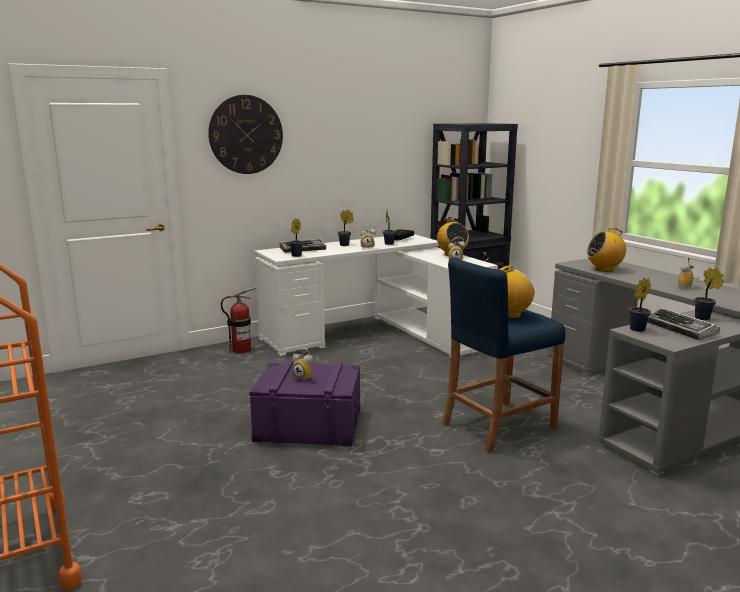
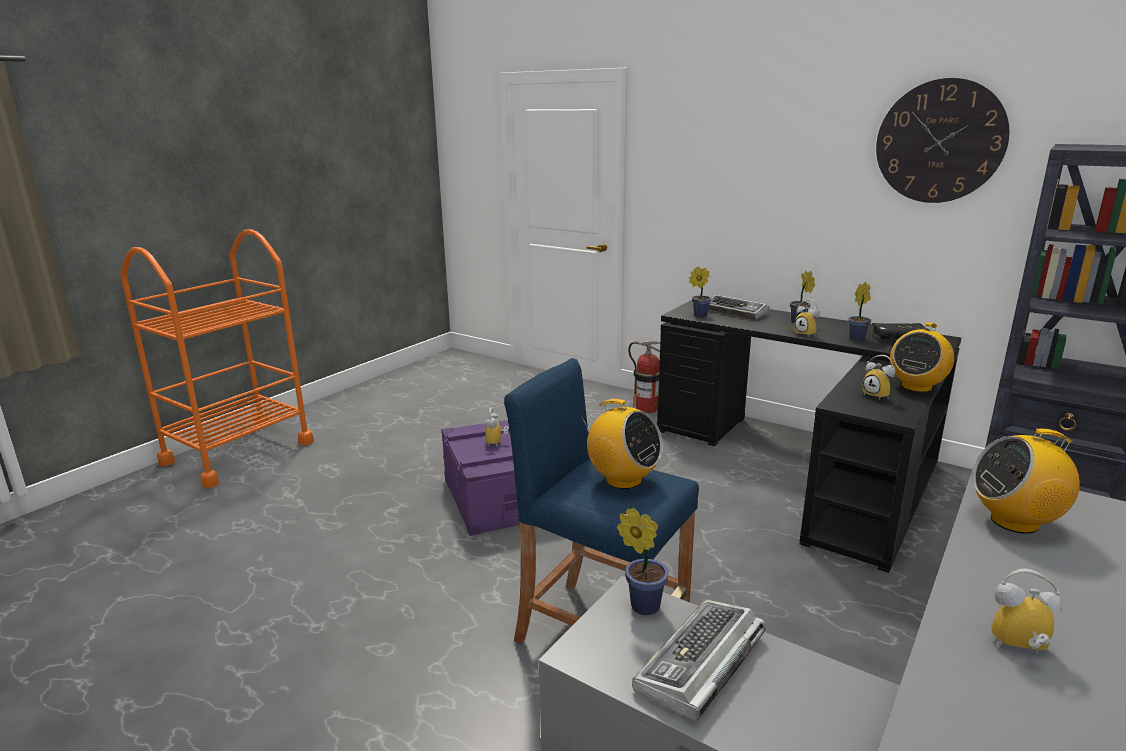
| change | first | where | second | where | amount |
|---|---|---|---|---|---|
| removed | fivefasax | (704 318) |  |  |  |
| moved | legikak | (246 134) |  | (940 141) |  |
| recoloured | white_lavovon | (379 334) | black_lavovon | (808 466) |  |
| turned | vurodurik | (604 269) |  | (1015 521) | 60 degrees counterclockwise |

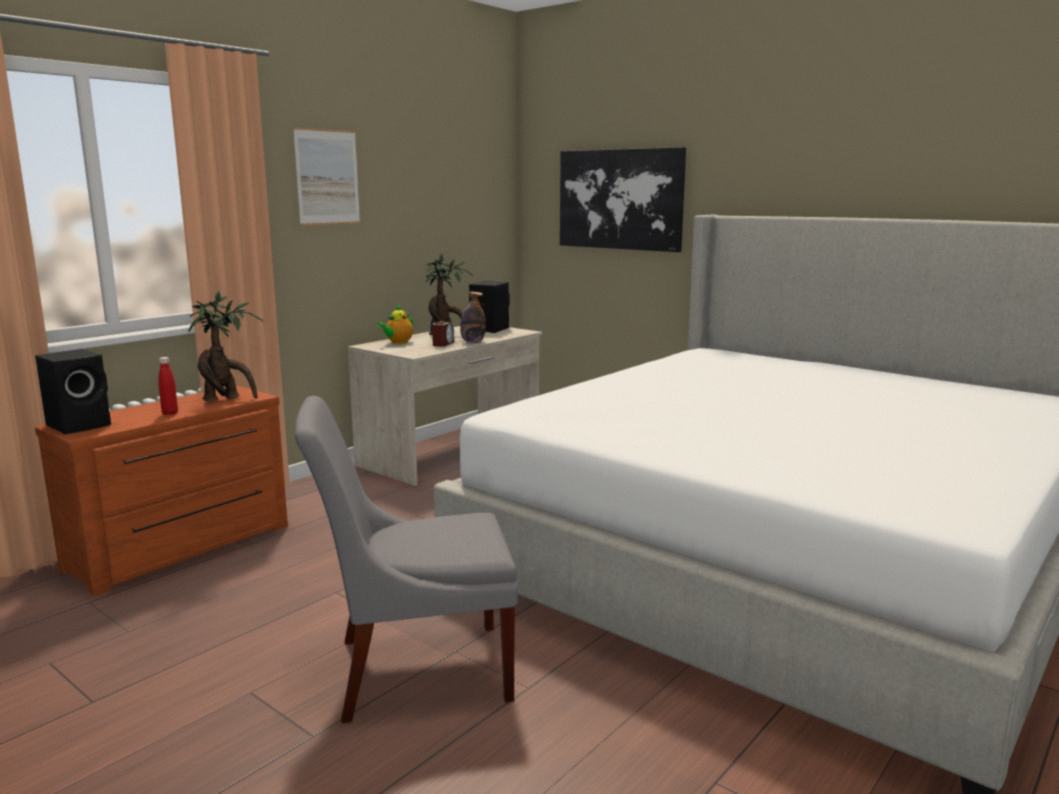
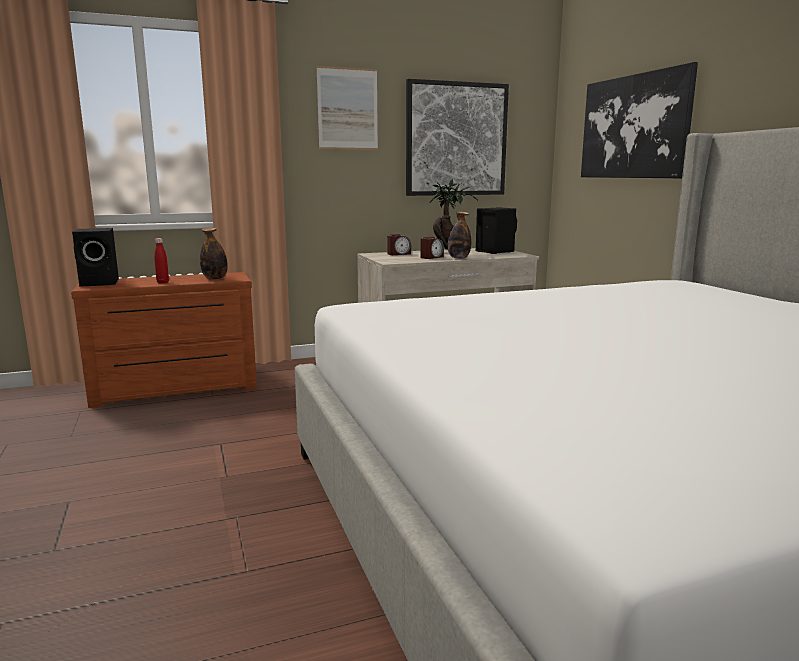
| change | first | where | second | where | amount |
|---|---|---|---|---|---|
| removed | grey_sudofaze | (413 669) |  |  |  |
| added |  |  | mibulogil | (456 139) |  |
| replaced | fivefasax | (226 399) | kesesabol | (215 278) |  |
| replaced | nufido | (398 342) | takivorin | (398 254) |  |

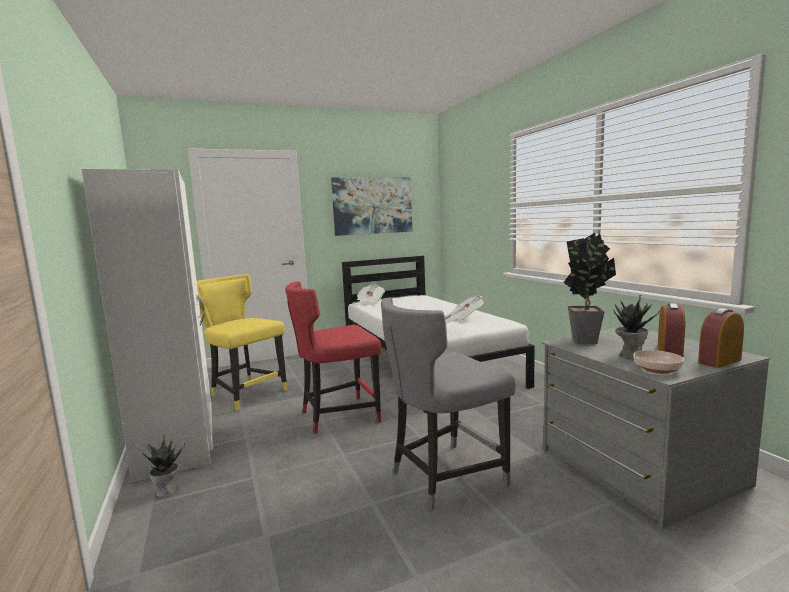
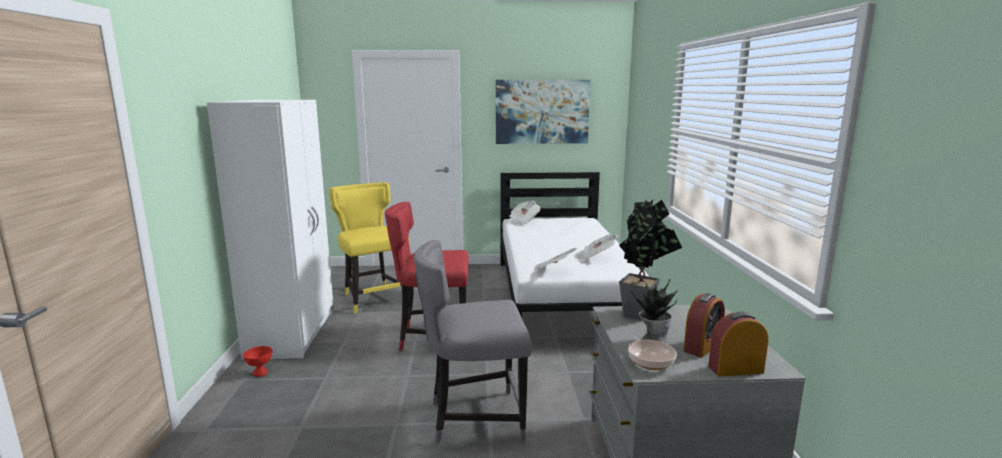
| change | first | where | second | where | amount |
|---|---|---|---|---|---|
| replaced | fivefasax | (167 491) | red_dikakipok | (260 373) |  |

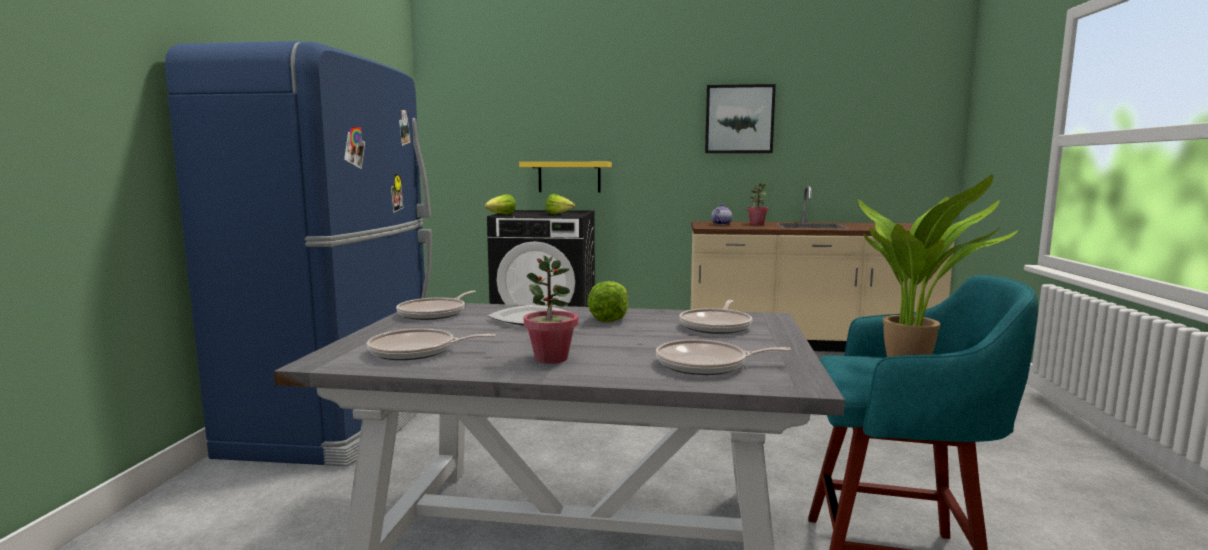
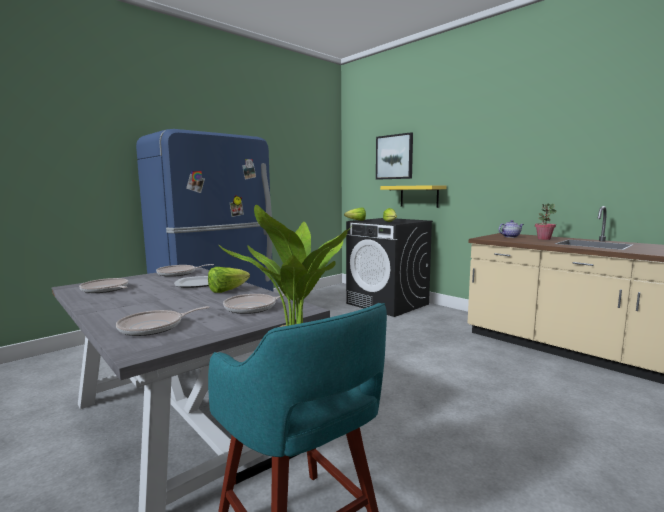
| change | first | where | second | where | amount |
|---|---|---|---|---|---|
| removed | fivefasax | (551 359) |  |  |  |
| moved | mibulogil | (739 119) |  | (394 157) |  |
| turned | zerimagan | (706 365) |  | (154 327) | 75 degrees counterclockwise |

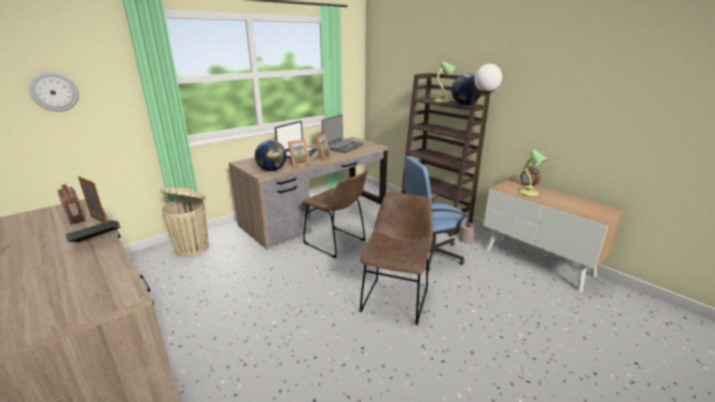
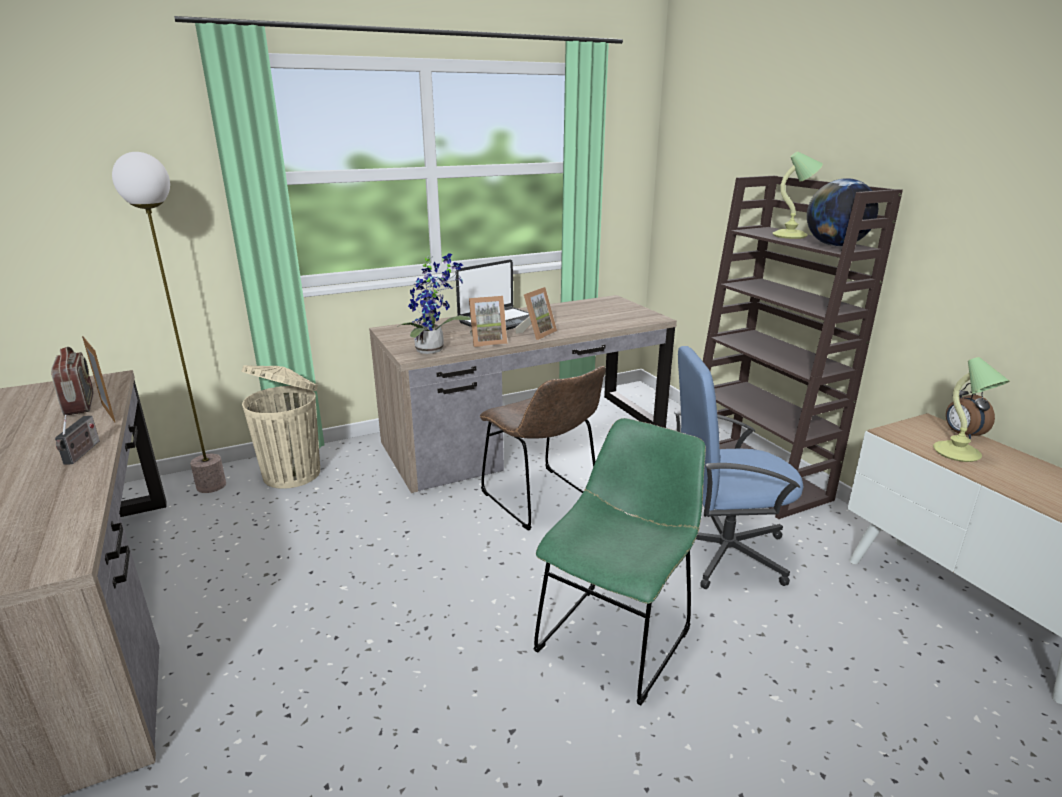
| change | first | where | second | where | amount |
|---|---|---|---|---|---|
| removed | legikak | (54 92) |  |  |  |
| removed | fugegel | (343 146) |  |  |  |
| moved | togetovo | (466 239) |  | (211 485) |  |
| replaced | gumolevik | (98 242) | vurodurik | (81 453) |  |
| replaced | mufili | (272 170) | fivefasax | (433 350) |  |
| recoloured | brown_sudofaze | (396 298) | green_sudofaze | (617 635) |  |

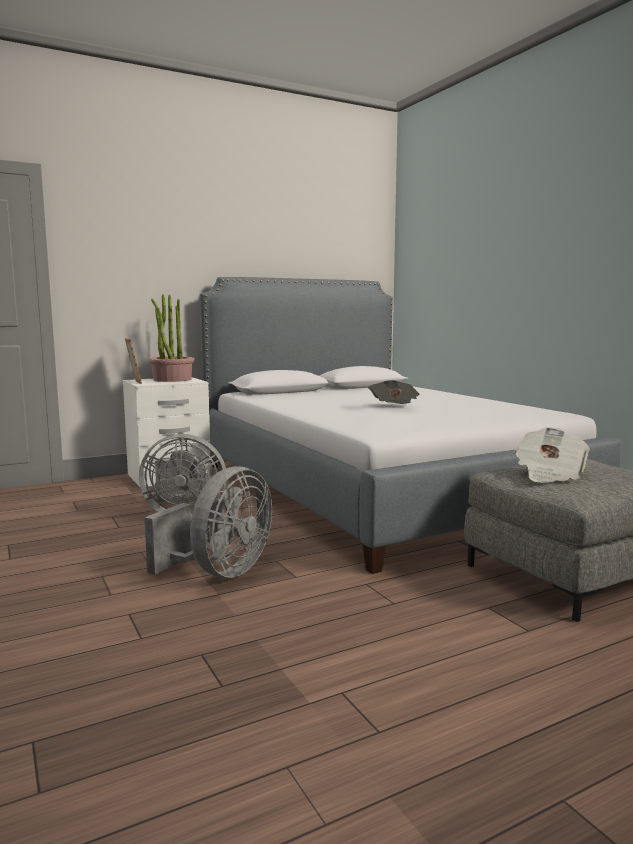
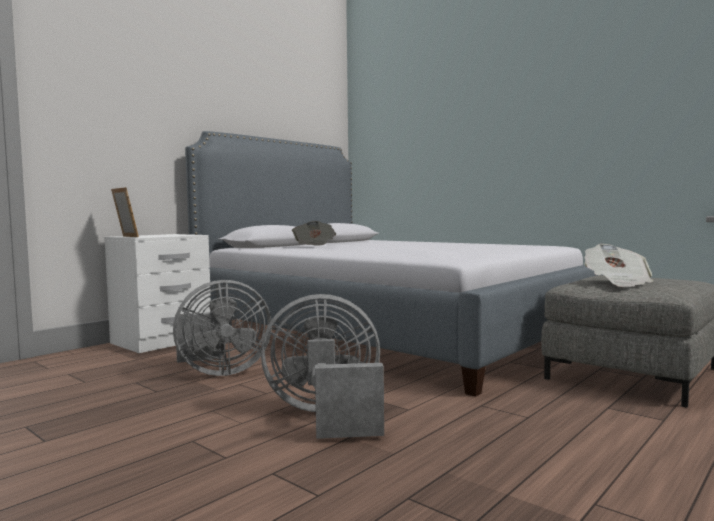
| change | first | where | second | where | amount |
|---|---|---|---|---|---|
| removed | fivefasax | (172 379) |  |  |  |
| moved | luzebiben | (394 407) |  | (314 246) |  |
| turned | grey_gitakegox | (220 572) |  | (326 416) | 105 degrees counterclockwise |

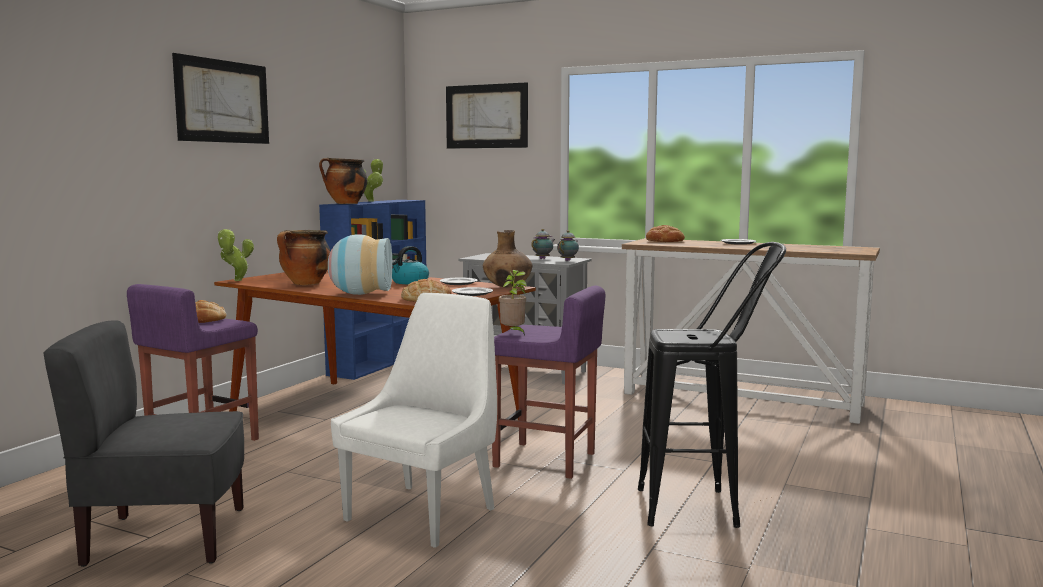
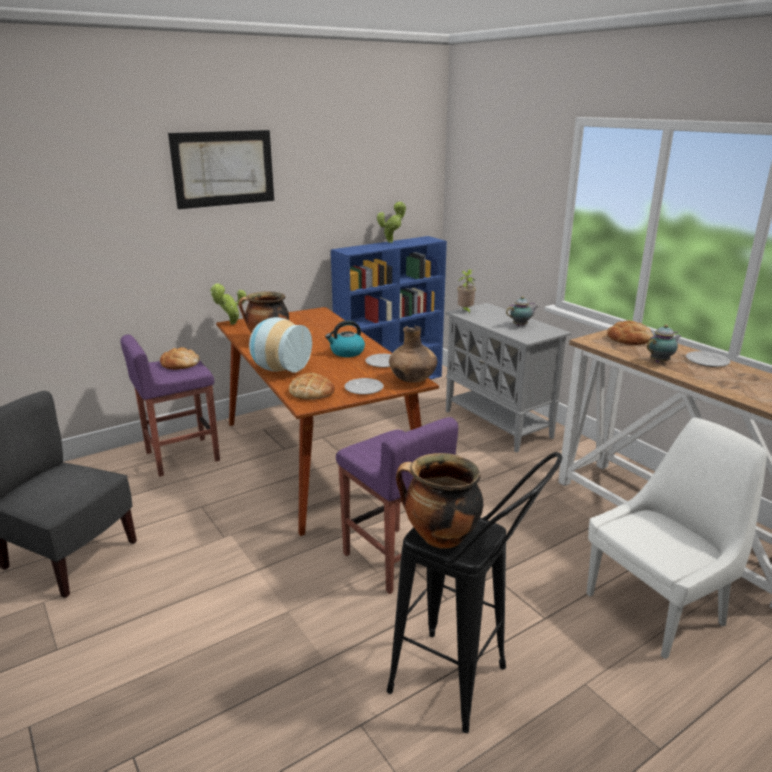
| change | first | where | second | where | amount |
|---|---|---|---|---|---|
| removed | mibulogil | (486 116) |  |  |  |
| moved | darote | (345 203) |  | (439 538) |  |
| moved | white_sudofaze | (424 512) |  | (658 607) |  |
| moved | fivefasax | (513 333) |  | (465 311) |  |
| moved | nufido | (568 260) |  | (660 361) |  |

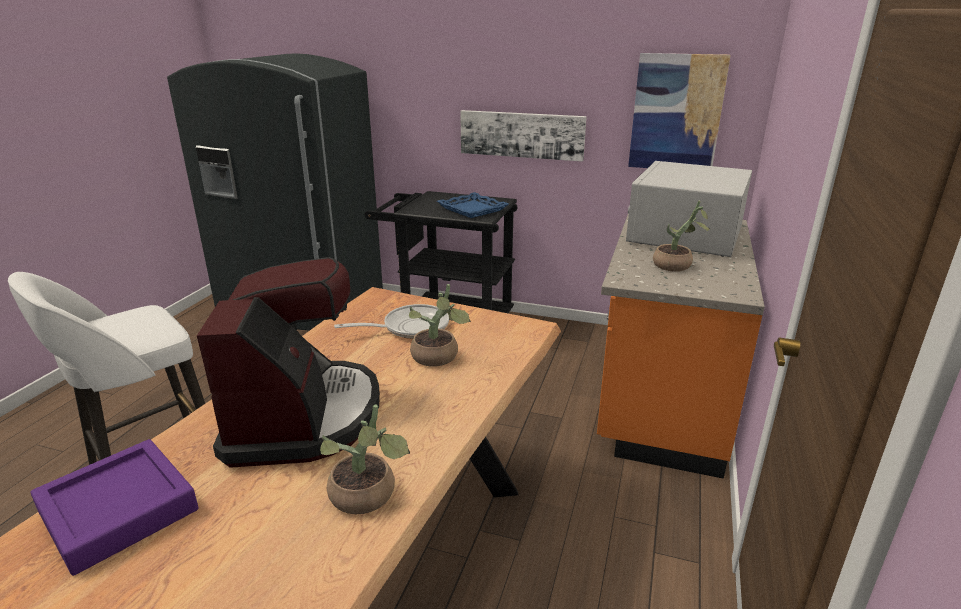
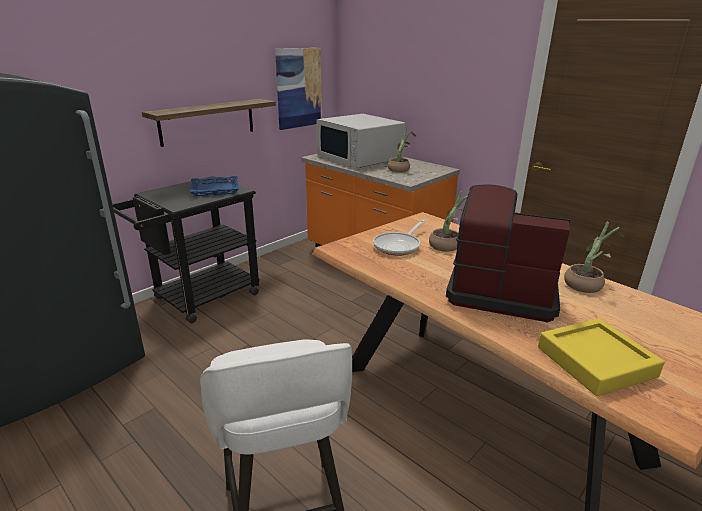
| change | first | where | second | where | amount |
|---|---|---|---|---|---|
| replaced | mibulogil | (522 134) | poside | (207 121) |  |
| recoloured | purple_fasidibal | (119 511) | yellow_fasidibal | (595 362) |  |
| turned | zerimagan | (410 327) |  | (399 246) | 150 degrees counterclockwise |

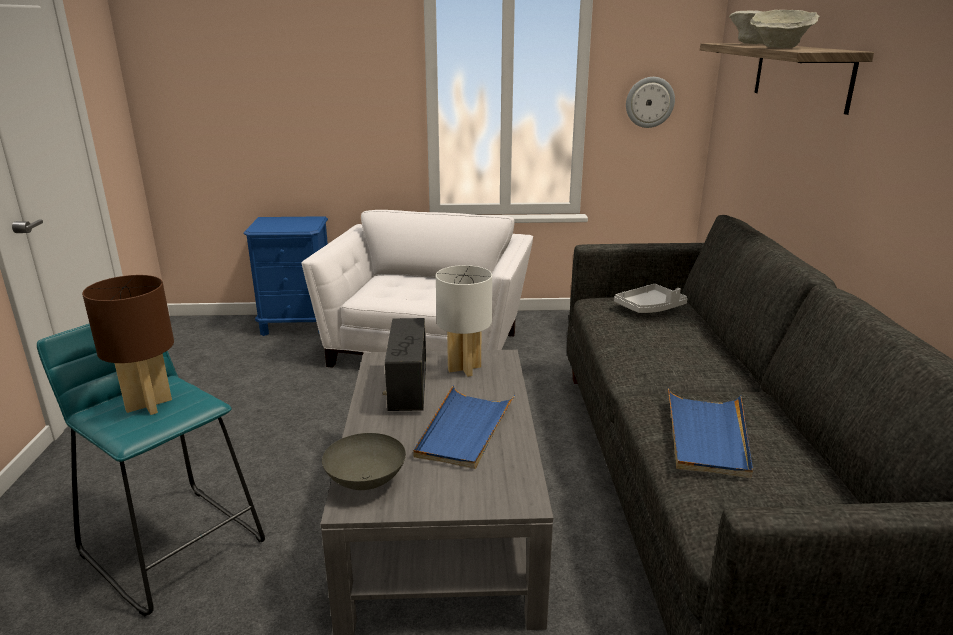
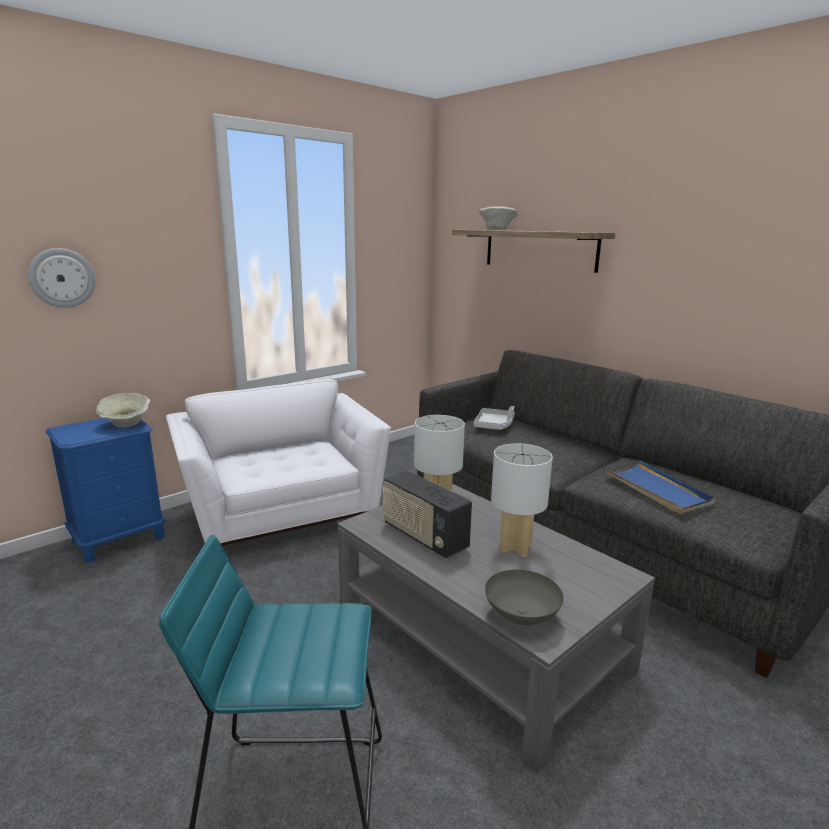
| change | first | where | second | where | amount |
|---|---|---|---|---|---|
| removed | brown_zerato | (149 405) |  |  |  |
| moved | legikak | (649 102) |  | (62 278) |  |
| moved | beige_dikakipok | (780 48) |  | (127 425) |  |
| replaced | blue_fasidibal | (464 430) | white_zerato | (514 548) |  |

